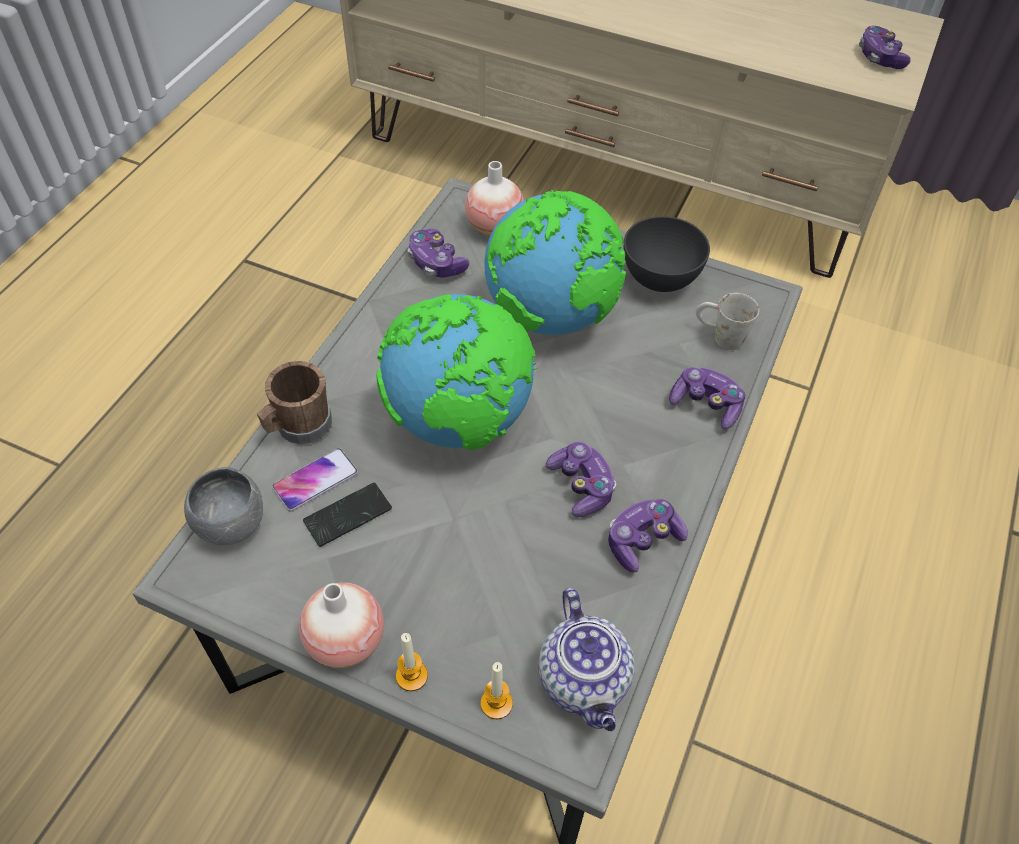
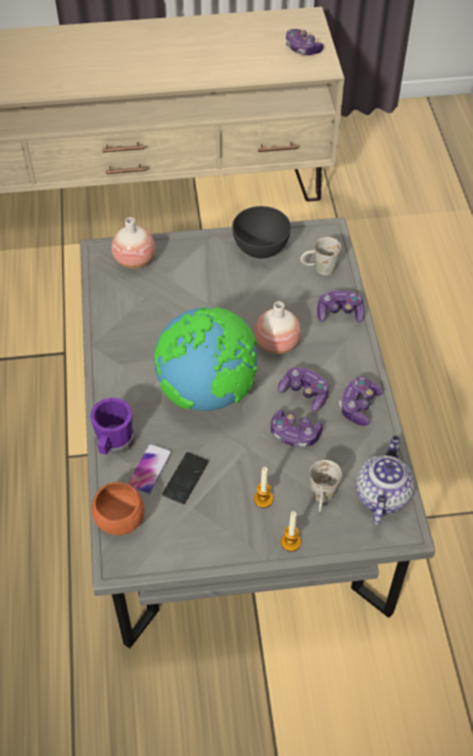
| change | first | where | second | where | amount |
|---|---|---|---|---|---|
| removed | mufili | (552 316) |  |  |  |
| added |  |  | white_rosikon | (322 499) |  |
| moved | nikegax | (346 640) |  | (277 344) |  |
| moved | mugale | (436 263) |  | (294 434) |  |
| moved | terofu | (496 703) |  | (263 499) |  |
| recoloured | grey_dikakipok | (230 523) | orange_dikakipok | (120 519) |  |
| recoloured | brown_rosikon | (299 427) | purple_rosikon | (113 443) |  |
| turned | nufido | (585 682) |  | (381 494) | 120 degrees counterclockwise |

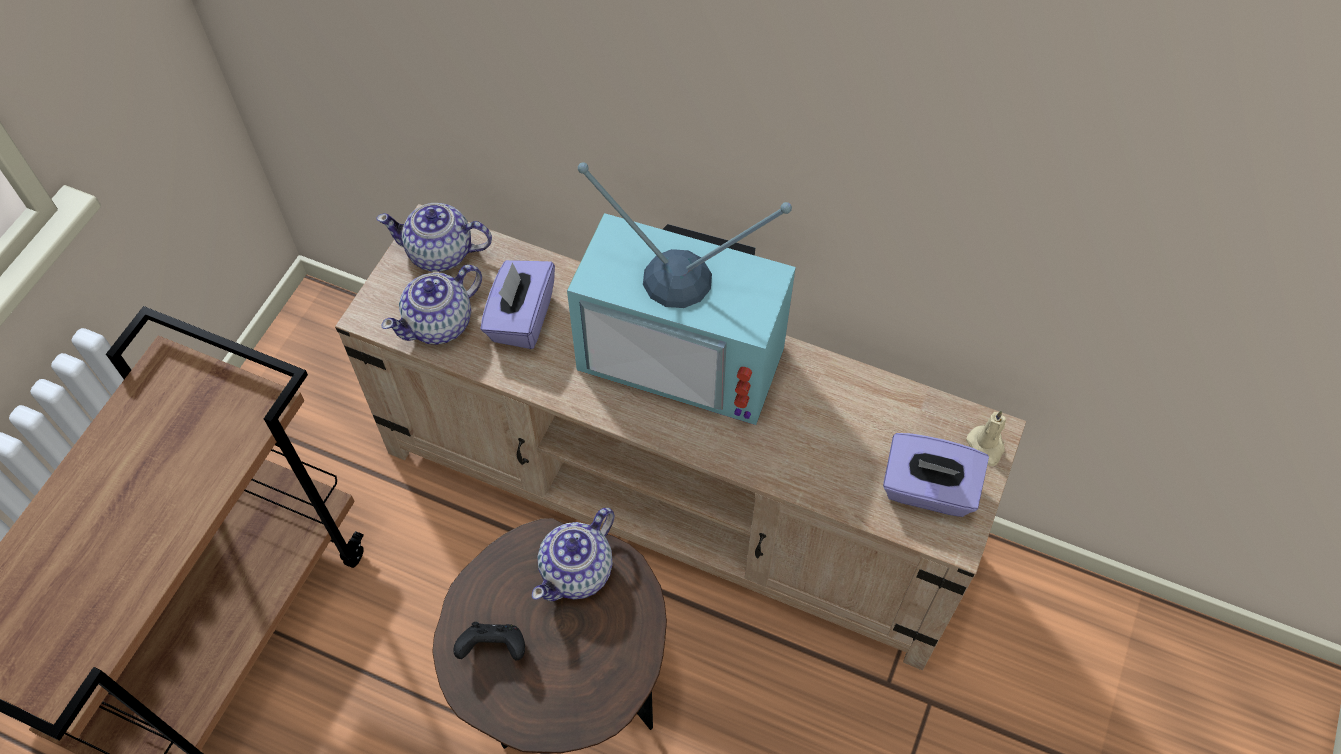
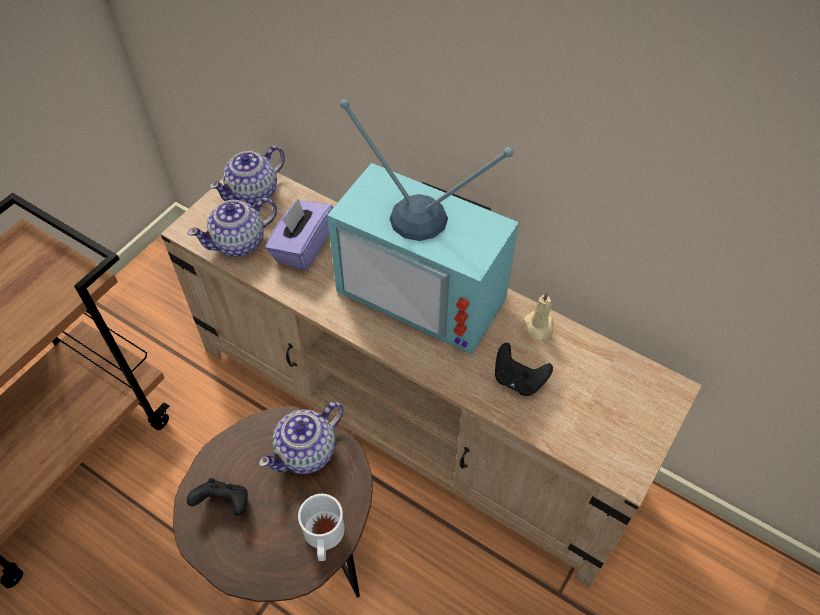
| change | first | where | second | where | amount |
|---|---|---|---|---|---|
| removed | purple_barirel | (928 490) |  |  |  |
| added |  |  | white_rosikon | (324 537) |  |
| added |  |  | black_mugale | (518 380) |  |
| moved | beige_terofu | (986 447) |  | (538 327) |  |
| turned | nufido | (441 253) |  | (254 193) | 60 degrees counterclockwise |

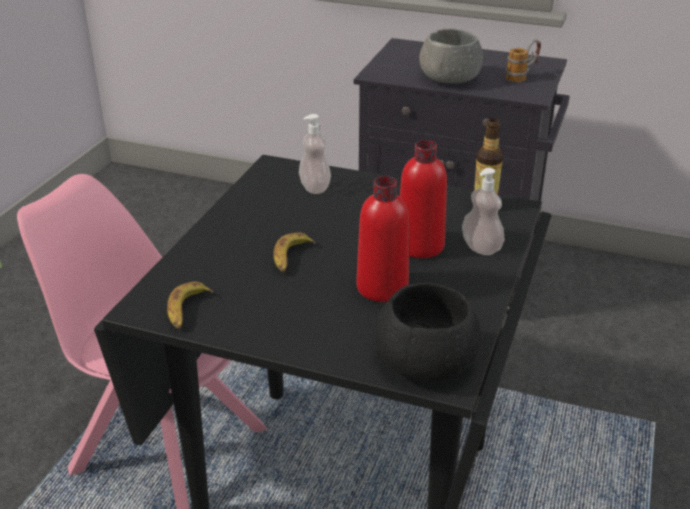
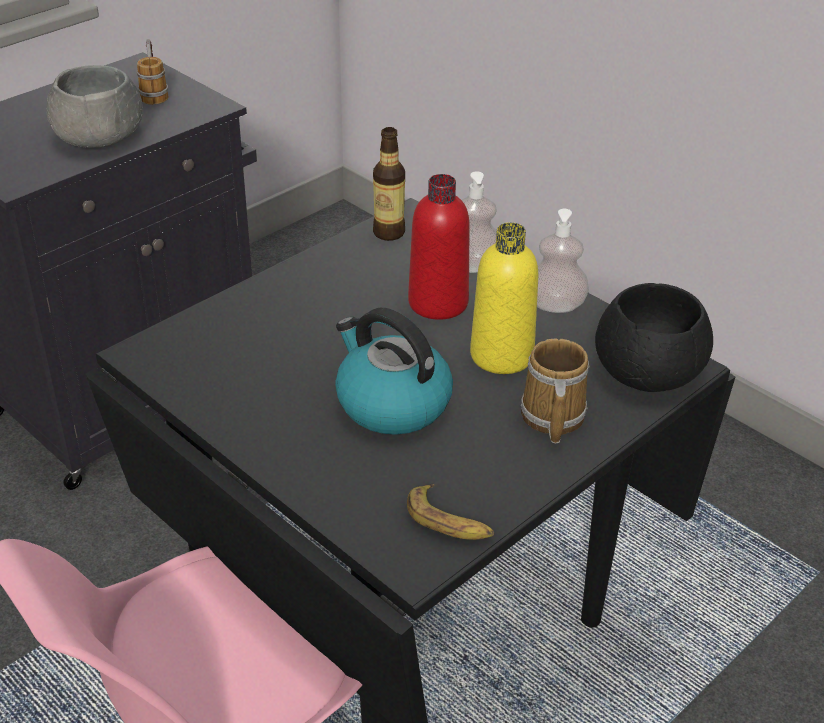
| change | first | where | second | where | amount |
|---|---|---|---|---|---|
| added |  |  | rosikon | (550 417) |  |
| moved | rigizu | (315 188) |  | (555 305) |  |
| replaced | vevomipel | (291 258) | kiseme | (391 403) |  |
| recoloured | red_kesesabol | (382 287) | yellow_kesesabol | (501 355) |  |

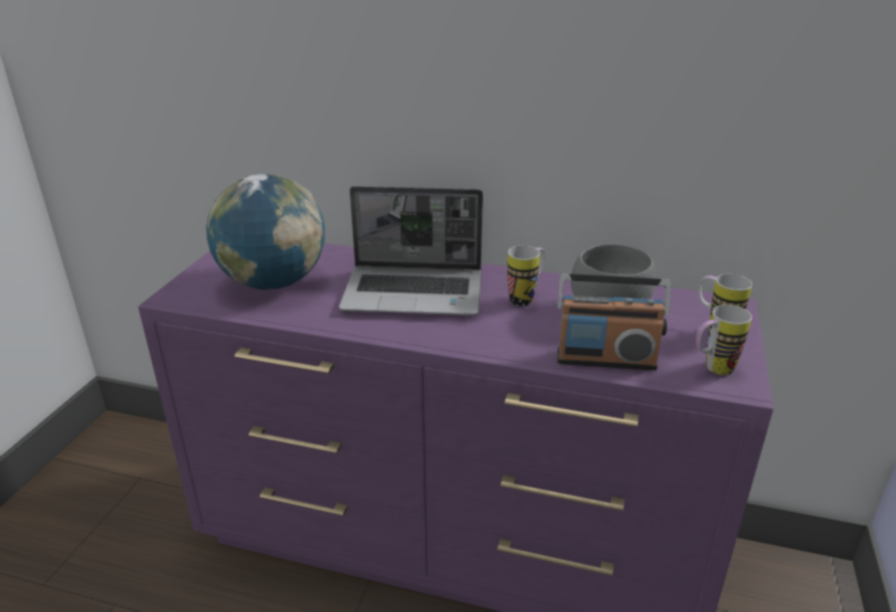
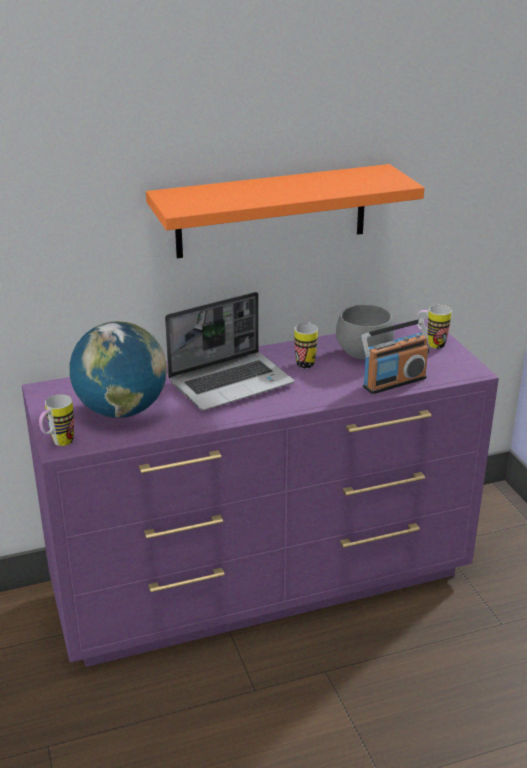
| change | first | where | second | where | amount |
|---|---|---|---|---|---|
| added |  |  | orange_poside | (272 211) |  |
| moved | rosikon | (712 369) |  | (58 444) |  |

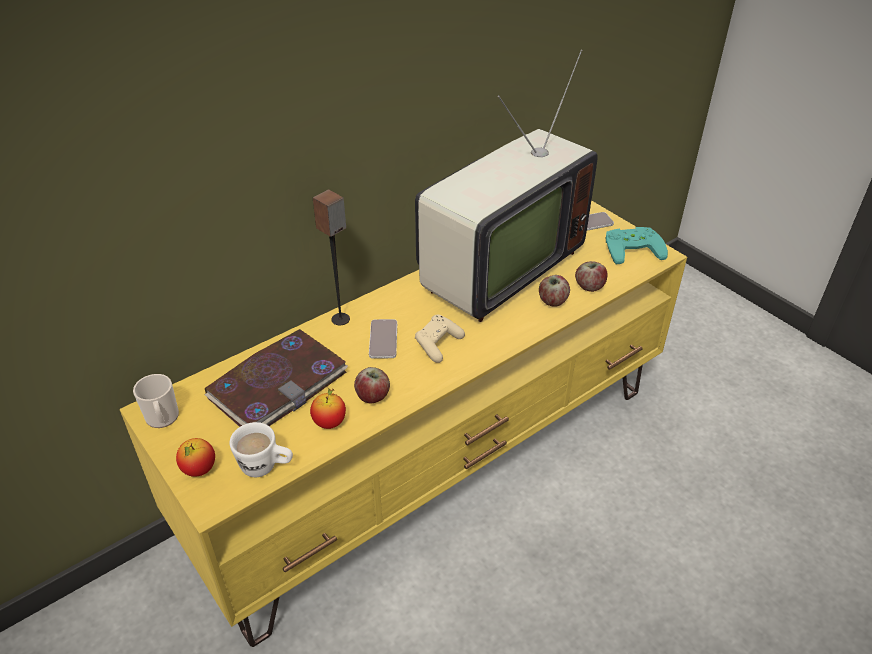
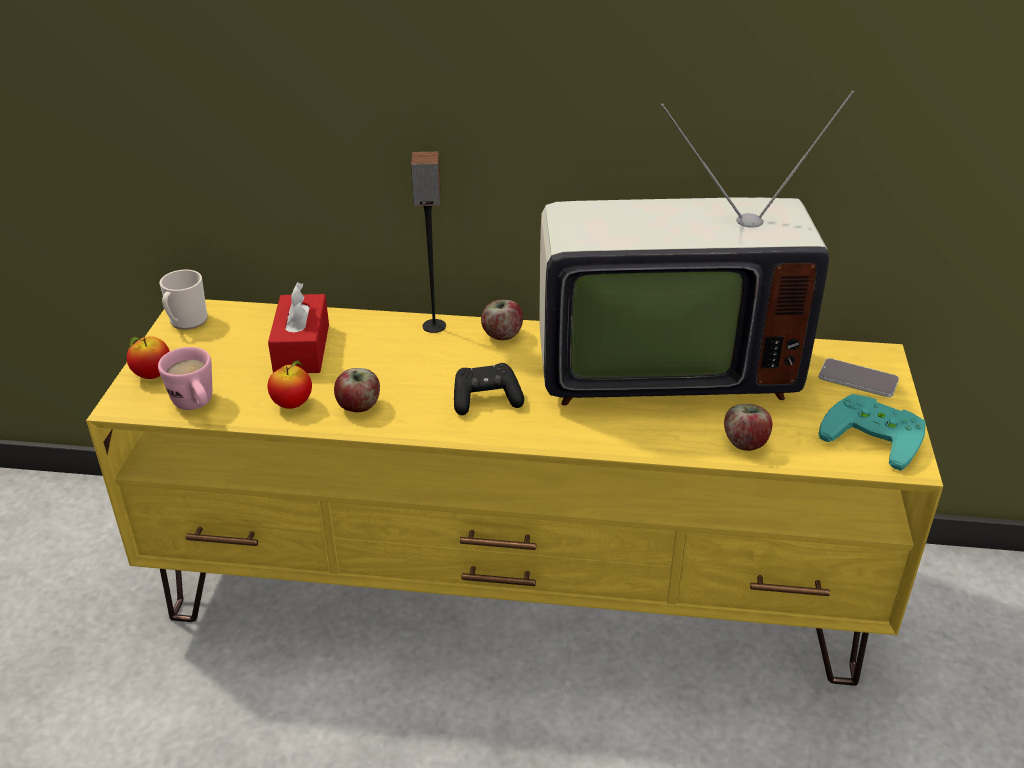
| change | first | where | second | where | amount |
|---|---|---|---|---|---|
| removed | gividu | (383 339) |  |  |  |
| moved | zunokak | (552 301) |  | (502 335) |  |
| replaced | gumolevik | (278 384) | red_barirel | (302 348) |  |
| recoloured | white_rosikon | (266 467) | pink_rosikon | (196 405) |  |
| recoloured | beige_mugale | (438 344) | black_mugale | (486 400) |  |

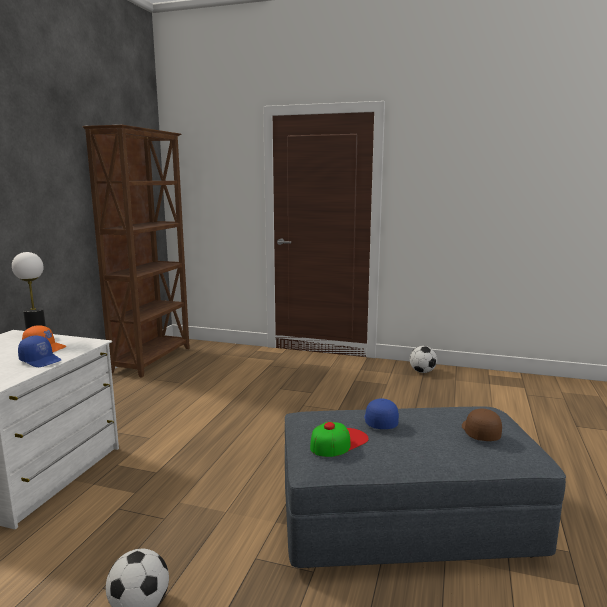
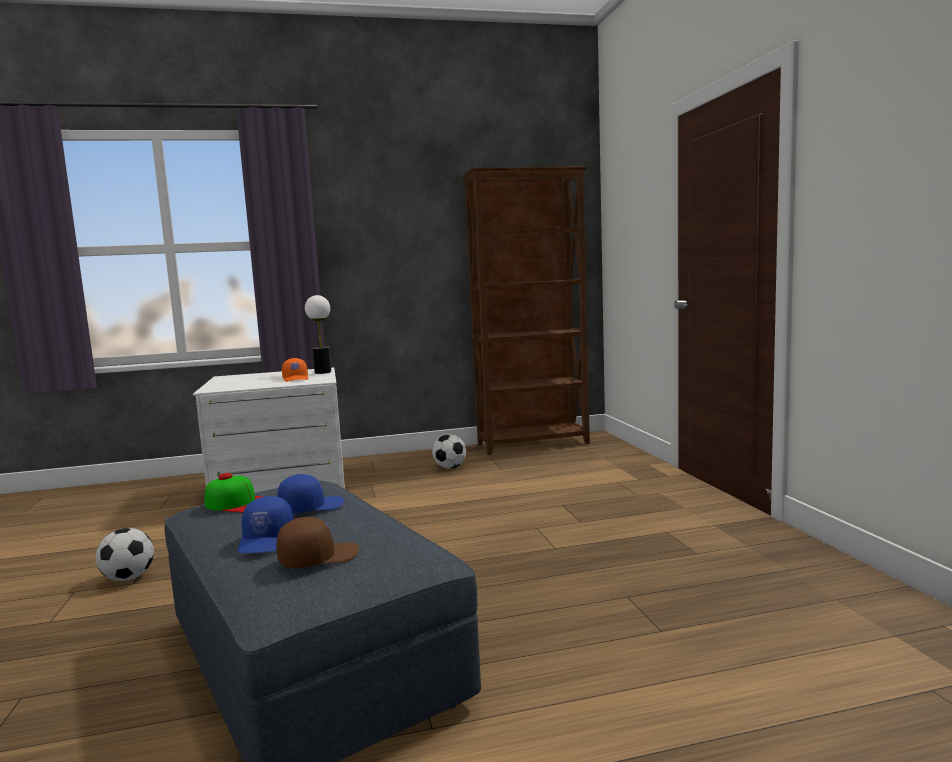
| change | first | where | second | where | amount |
|---|---|---|---|---|---|
| moved | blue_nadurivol | (41 360) |  | (267 540) |  |
| moved | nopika | (422 372) |  | (450 467) |  |

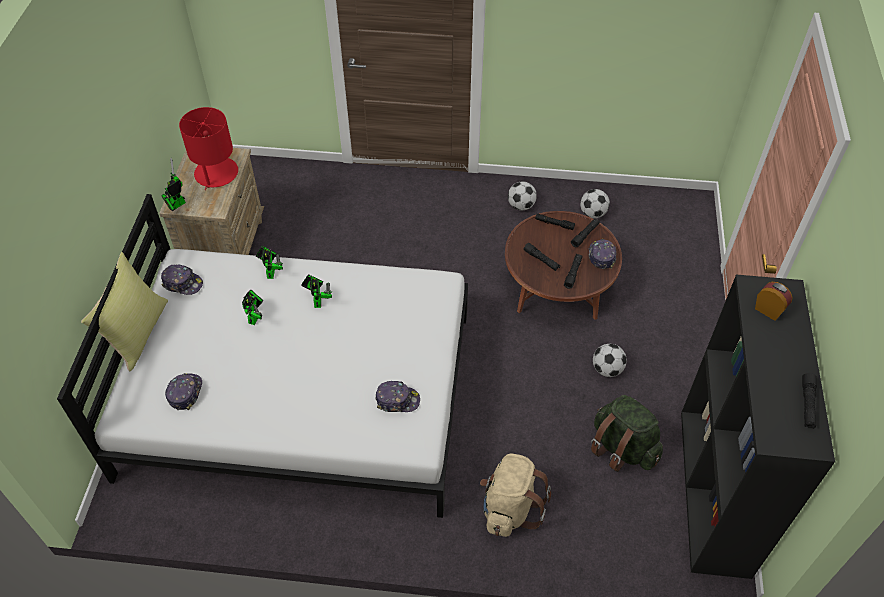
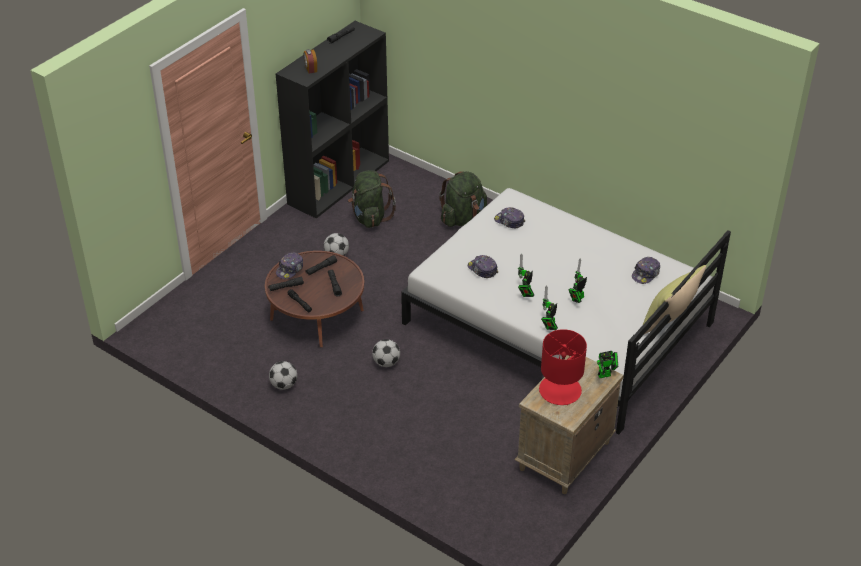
| change | first | where | second | where | amount |
|---|---|---|---|---|---|
| moved | nadurivol | (182 283) |  | (482 270) |  |
| moved | nopika | (593 213) |  | (386 363) |  |
| recoloured | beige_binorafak | (510 508) | green_binorafak | (463 218) |  |

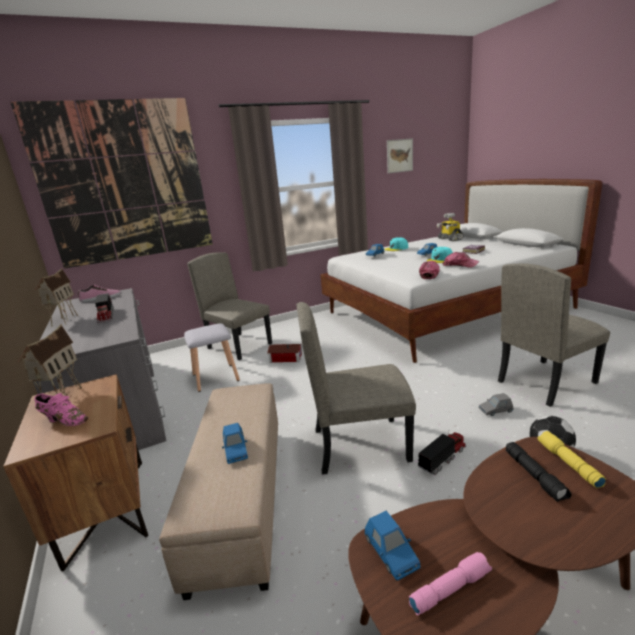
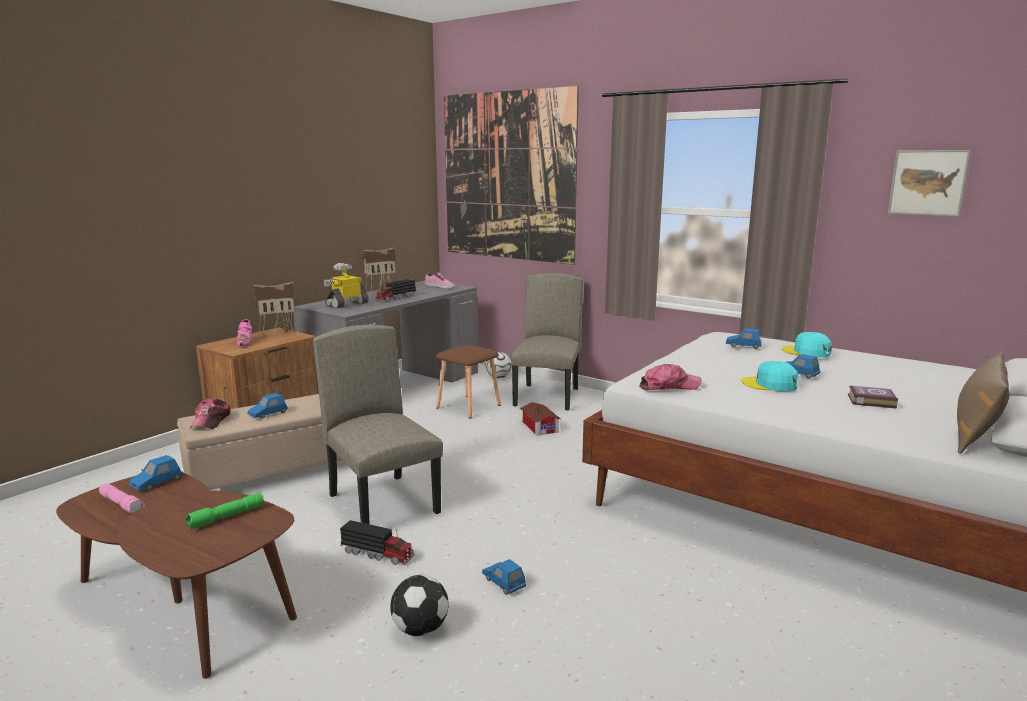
| change | first | where | second | where | amount |
|---|---|---|---|---|---|
| removed | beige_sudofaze | (545 381) |  |  |  |
| removed | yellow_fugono | (567 463) |  |  |  |
| added |  |  | nopika | (499 377) |  |
| added |  |  | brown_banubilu | (976 431) |  |
| moved | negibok | (449 239) |  | (347 304) |  |
| moved | nadurivol | (460 265) |  | (211 421) |  |
| recoloured | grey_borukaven | (216 377) | brown_borukaven | (468 407) |  |
| recoloured | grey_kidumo | (495 410) | blue_kidumo | (503 582) |  |
| recoloured | black_fugono | (535 476) | green_fugono | (226 517) |  |

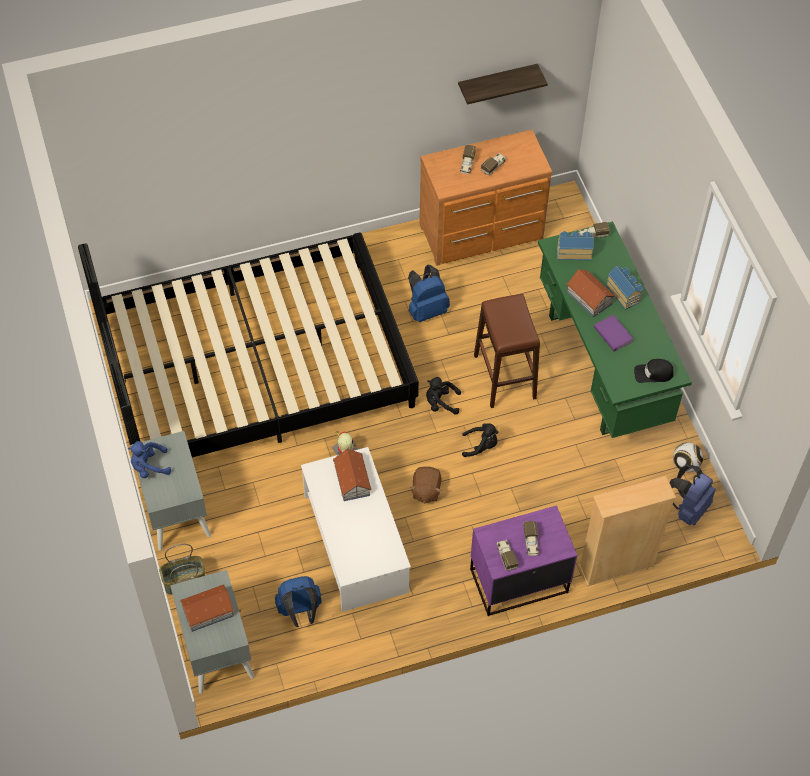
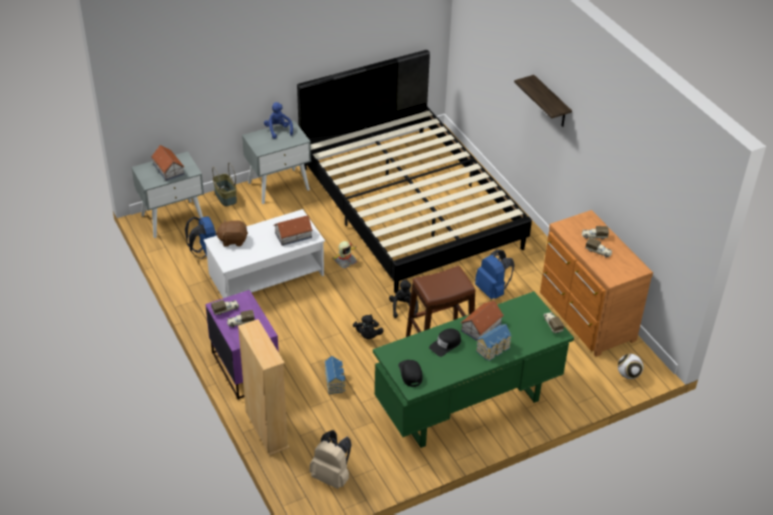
| change | first | where | second | where | amount |
|---|---|---|---|---|---|
| moved | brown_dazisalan | (425 490) |  | (233 240) |  |
| moved | poside | (497 83) |  | (551 102) |  |
| moved | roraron | (573 251) |  | (335 381) |  |
| moved | nopika | (685 464) |  | (628 375) |  |
| replaced | purple_gumolevik | (613 334) | black_nadurivol | (445 344) |  |
| recoloured | blue_binorafak | (688 508) | beige_binorafak | (332 476) |  |

